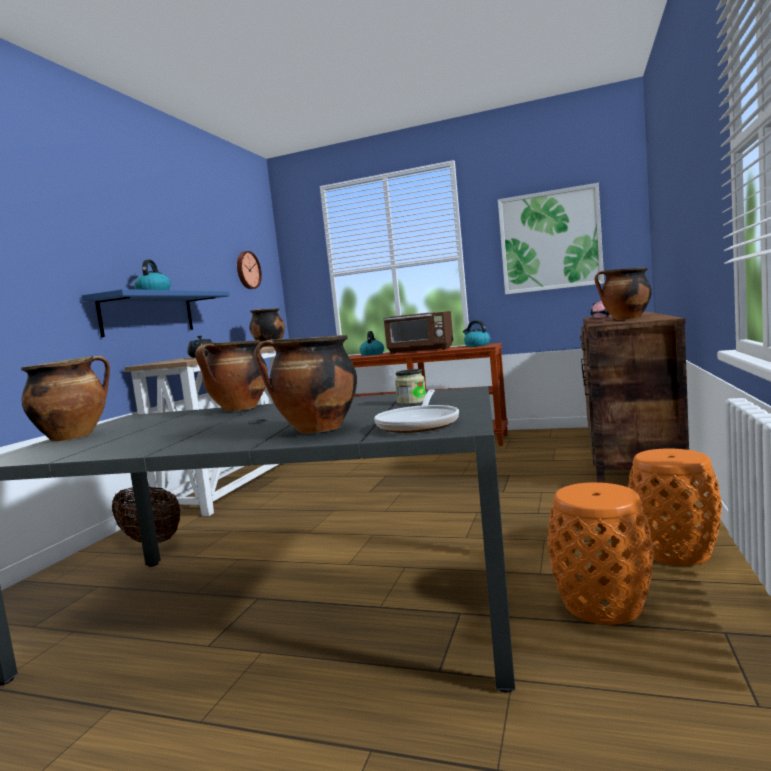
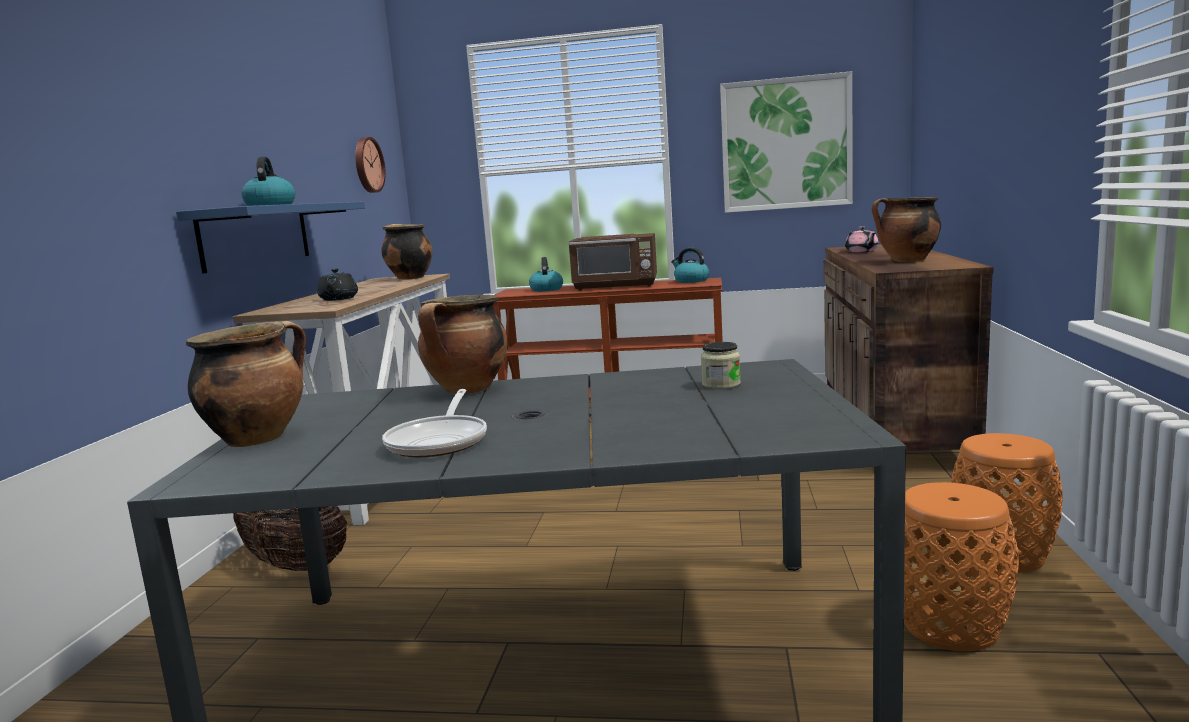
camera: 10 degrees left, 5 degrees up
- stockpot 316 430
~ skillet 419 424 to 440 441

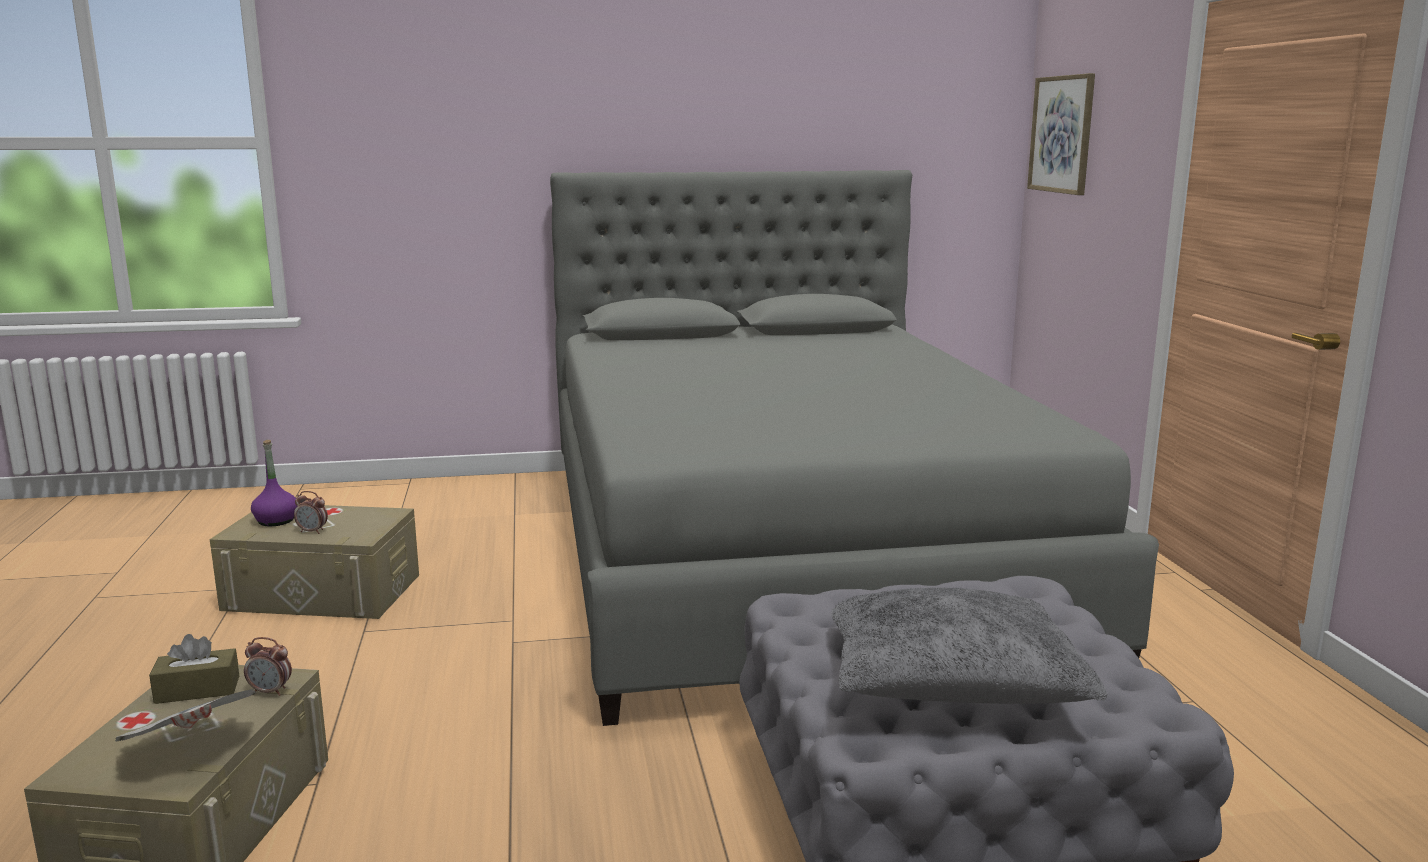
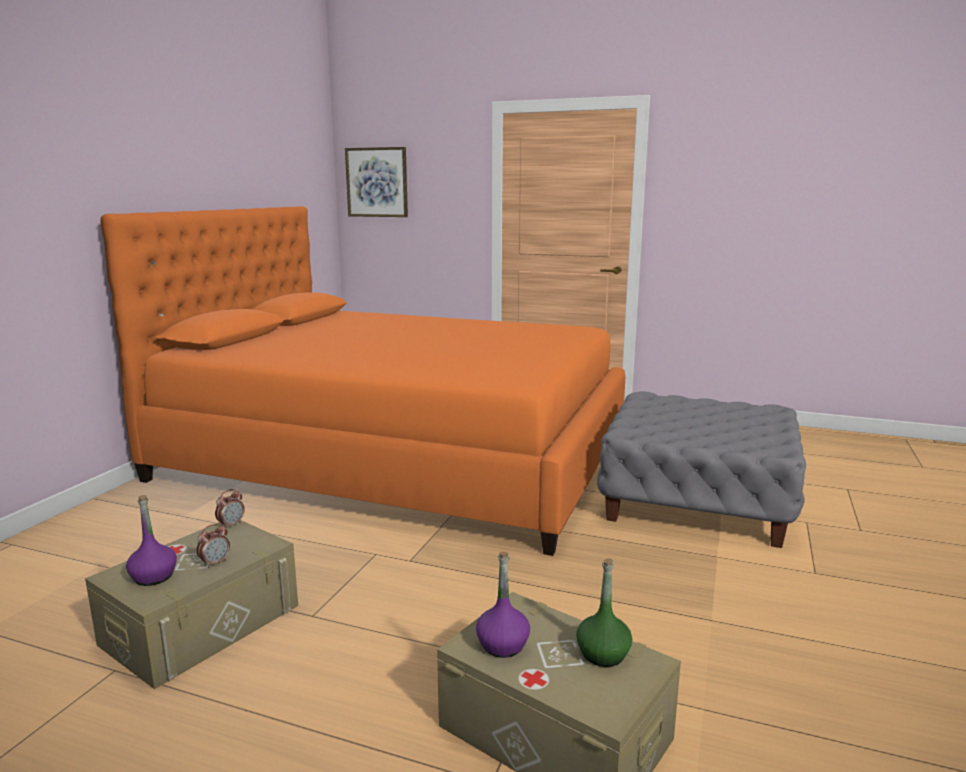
camera: 60 degrees left, 0 degrees up
~ gray_bed 787 552 to orange-coloured_bed 397 457
- gray_pillow 951 685
~ brownish_box_of_tissues 197 690 to purple-coloured_beverage_bottle 502 645
~ alarm_clock 270 691 to 231 525
~ printed_paper 190 748 to green_beverage_bottle 603 654

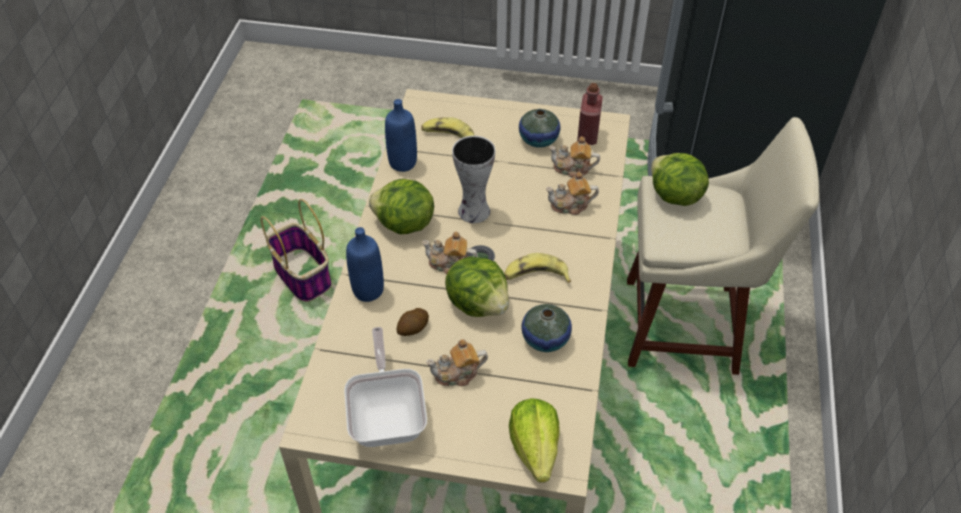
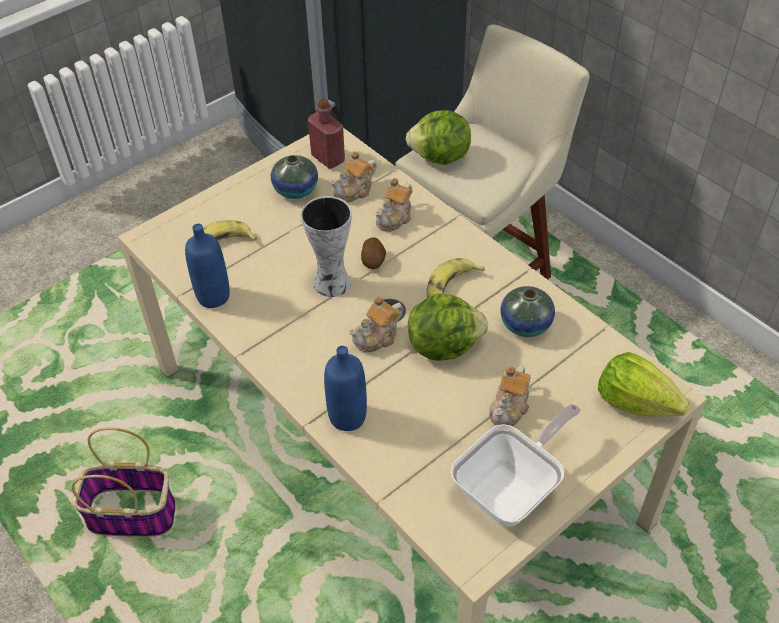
camera: 50 degrees left, 0 degrees up
- lettuce_head 404 225
~ whole_potato 413 329 to 373 261
~ skillet 388 416 = 512 488 105 degrees clockwise

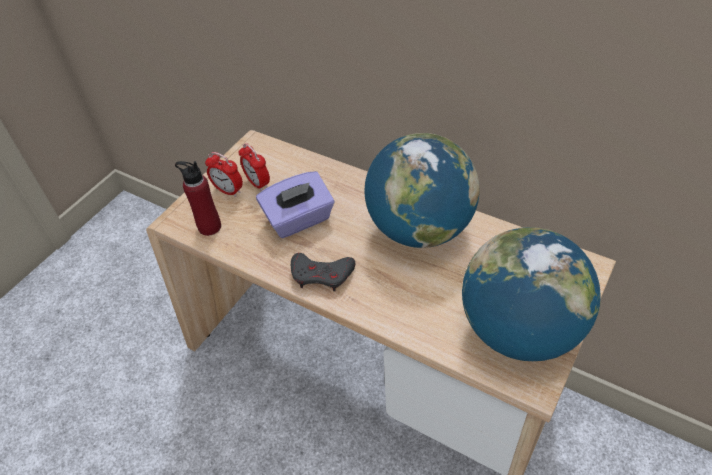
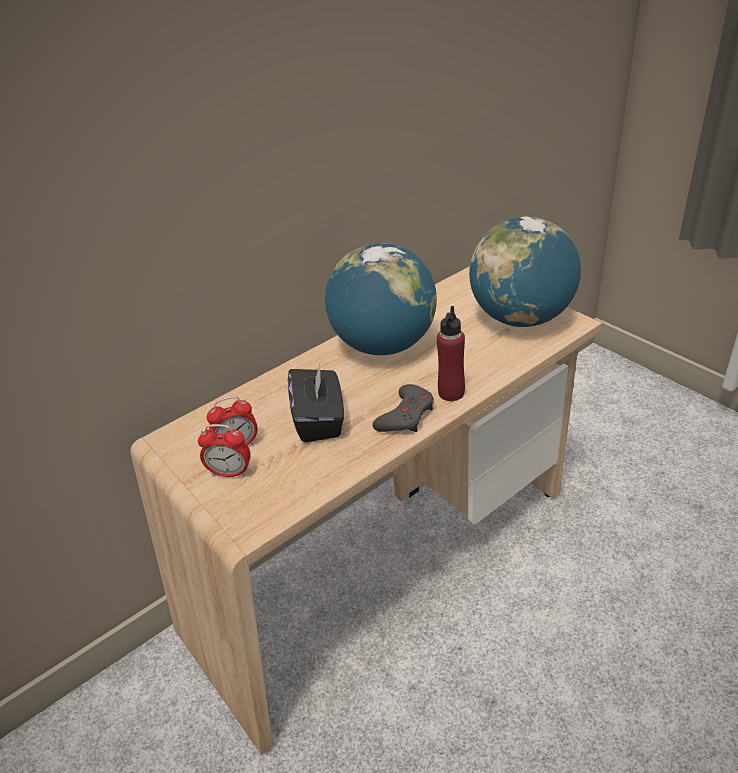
camera: 70 degrees left, 10 degrees down
~ alarm_clock 228 191 = 230 472 45 degrees clockwise
~ red-coloured_beverage_bottle 209 227 to 451 393
~ purple-coloured_box_of_tissues 299 220 to black_box_of_tissues 319 420

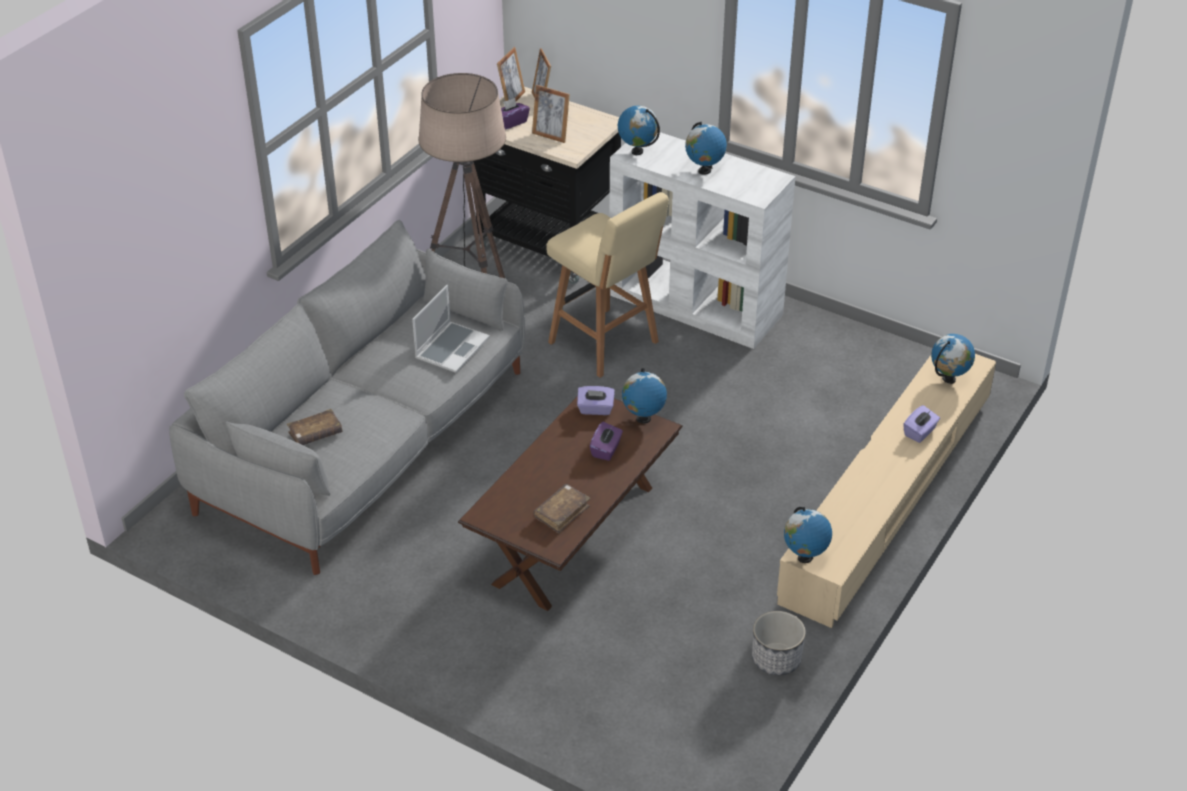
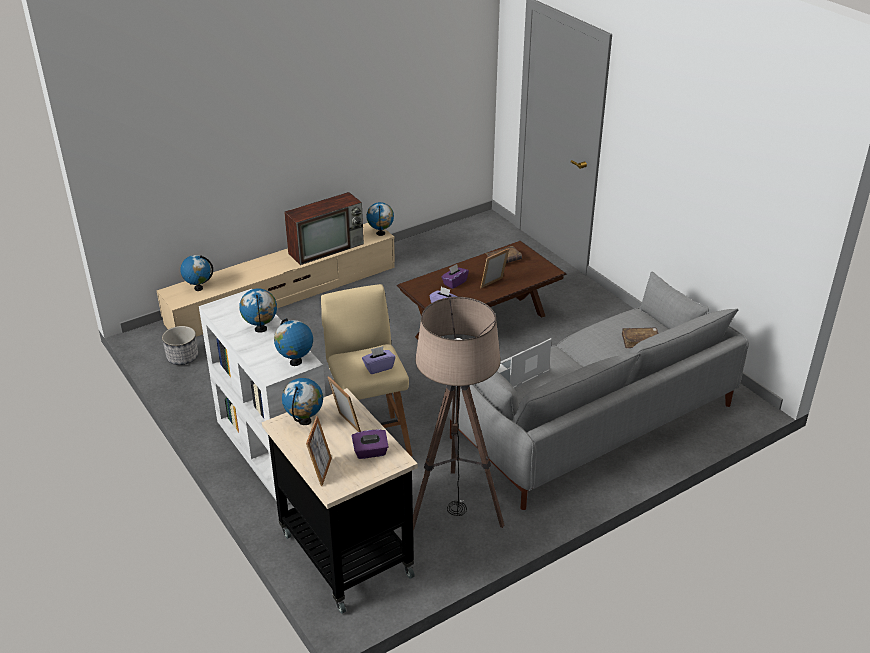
camera: 155 degrees left, 5 degrees down
~ standing_frame 512 99 to 494 284
~ world_globe 643 419 to 305 421
~ purple-coloured_box_of_tissues 920 432 to 378 367
~ plant_pot 776 659 to 183 357
+ television 327 248

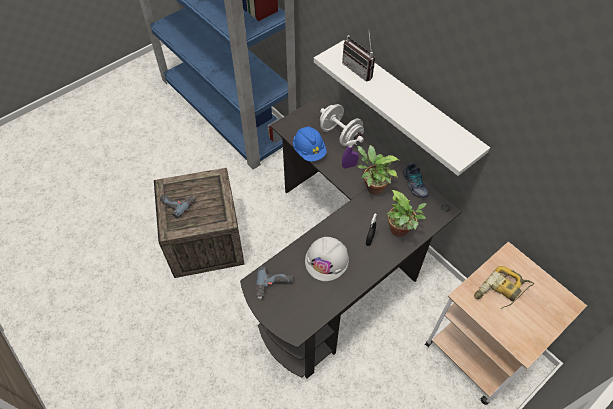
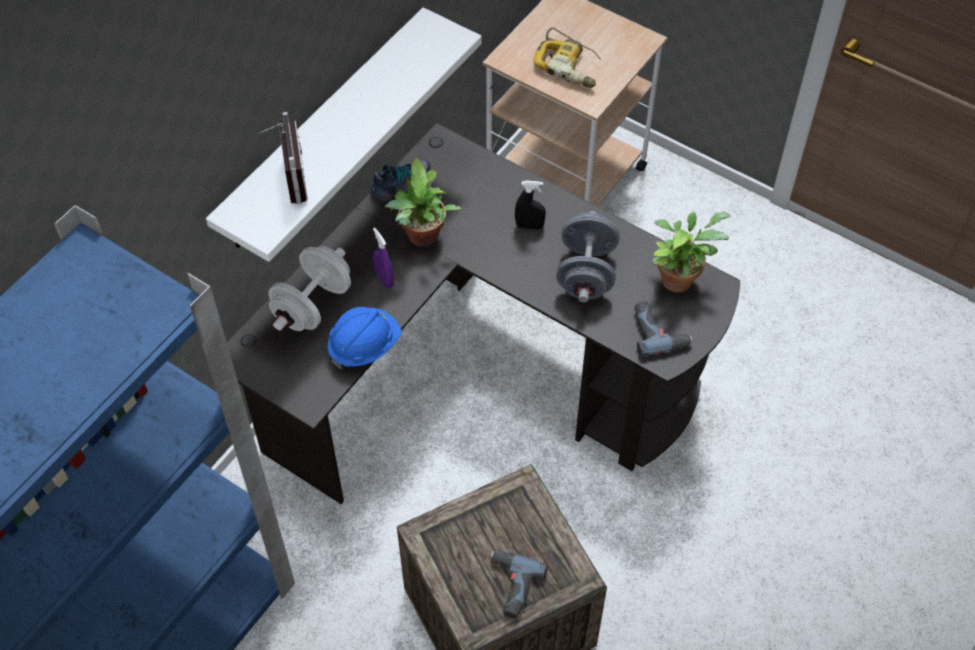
camera: 105 degrees left, 0 degrees up
~ radio_set 360 69 = 287 179 45 degrees counterclockwise
~ potted_plant 401 231 to 679 277
~ white-coloured_safety_helmet 327 260 to gray_dumbbell 586 273

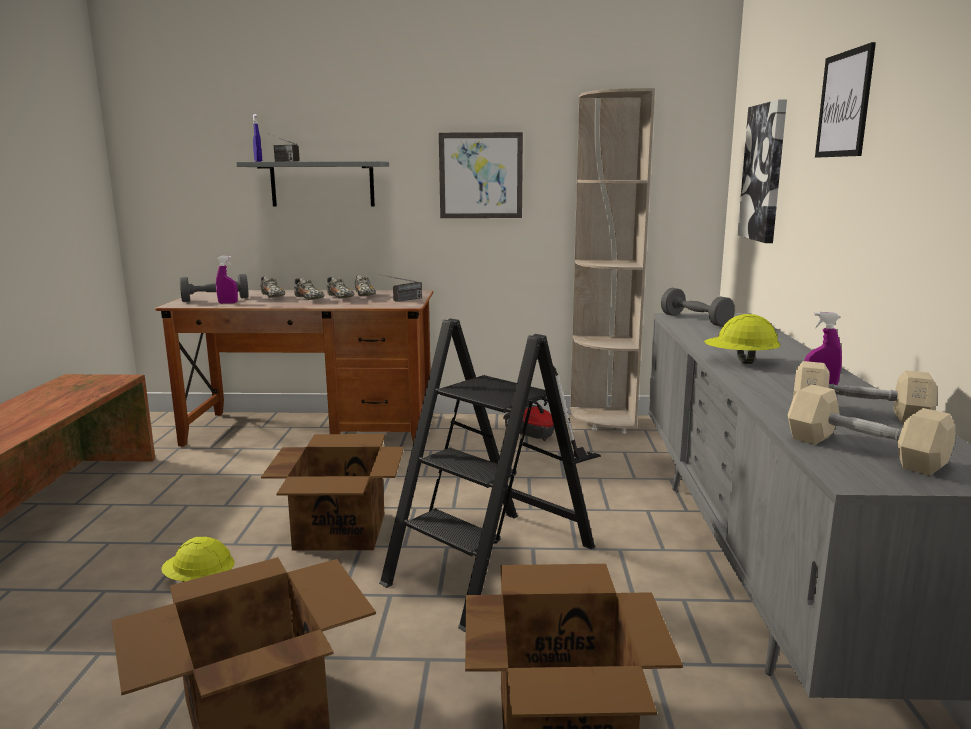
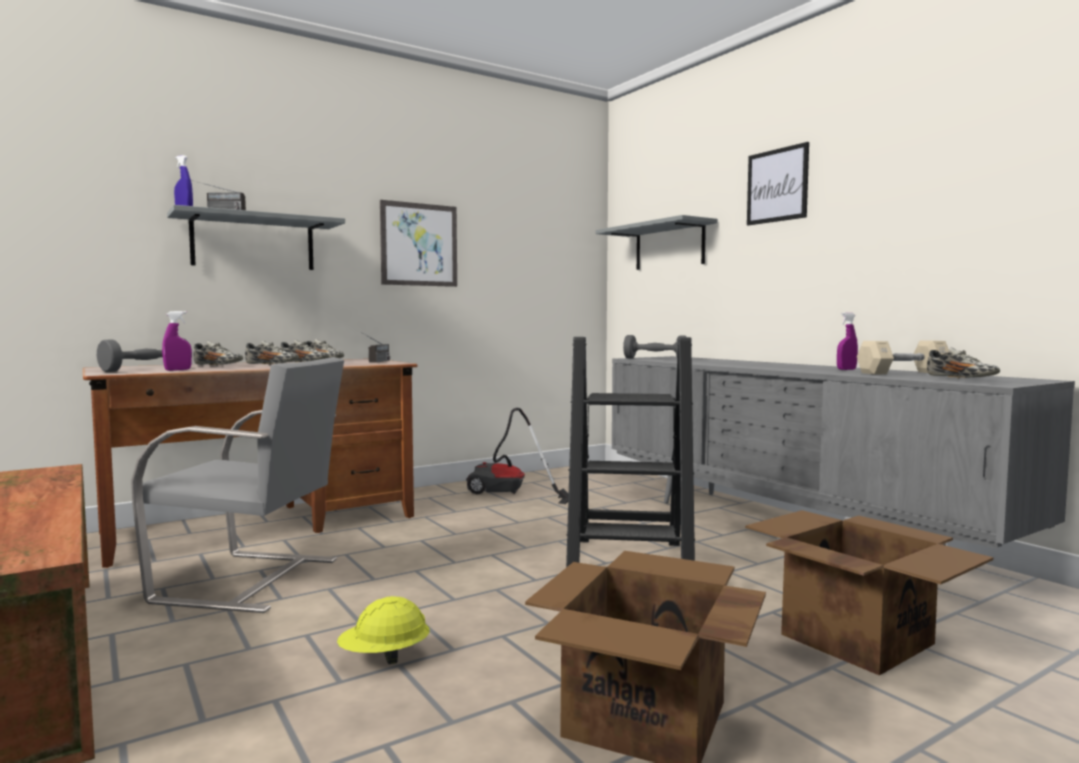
camera: 35 degrees left, 10 degrees down
- beige_bookcase 603 425
~ wall_picture 764 172 to gray_shelf 669 246
- yellow_safety_helmet 740 362
~ beige_dumbbell 863 452 to low_shoe 961 379
- cardboard_box 341 530
+ gray_upright_chair 251 580

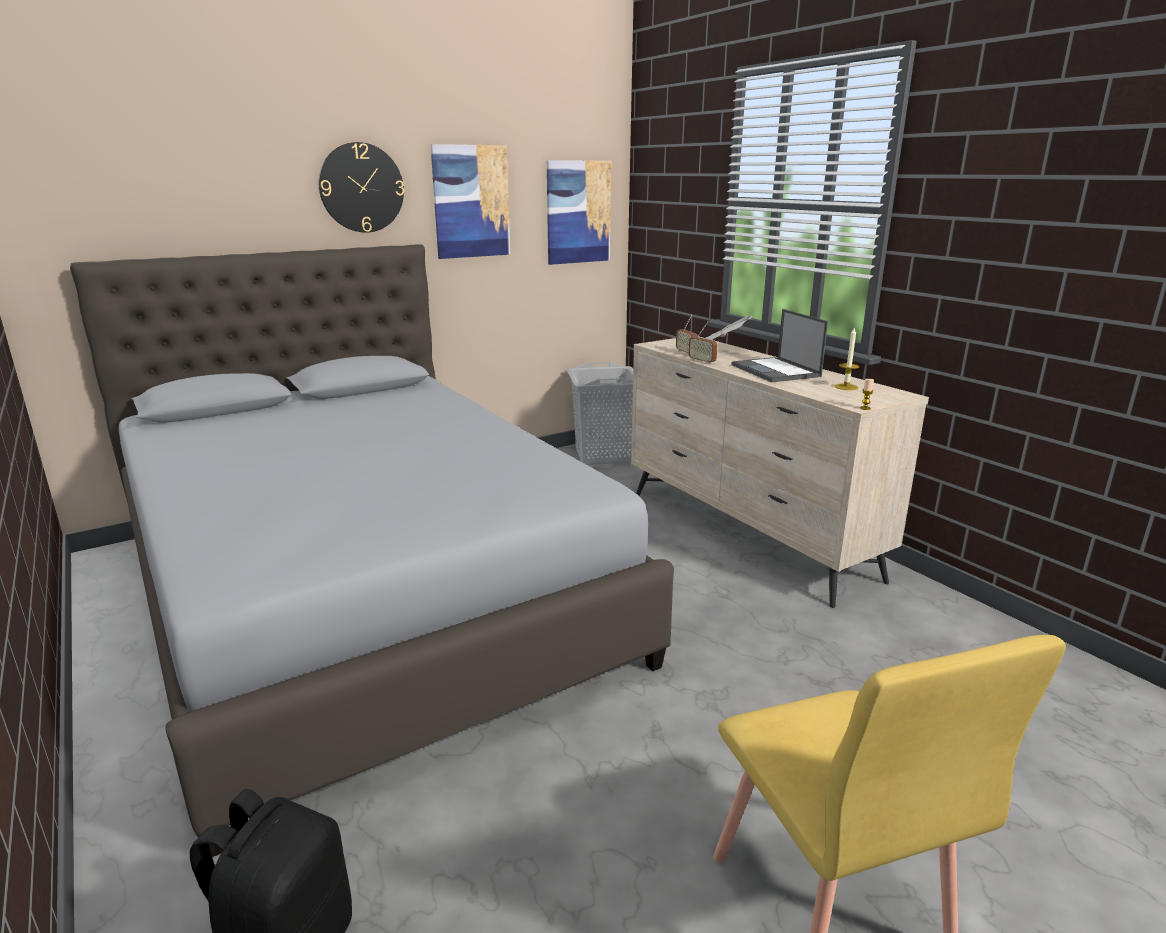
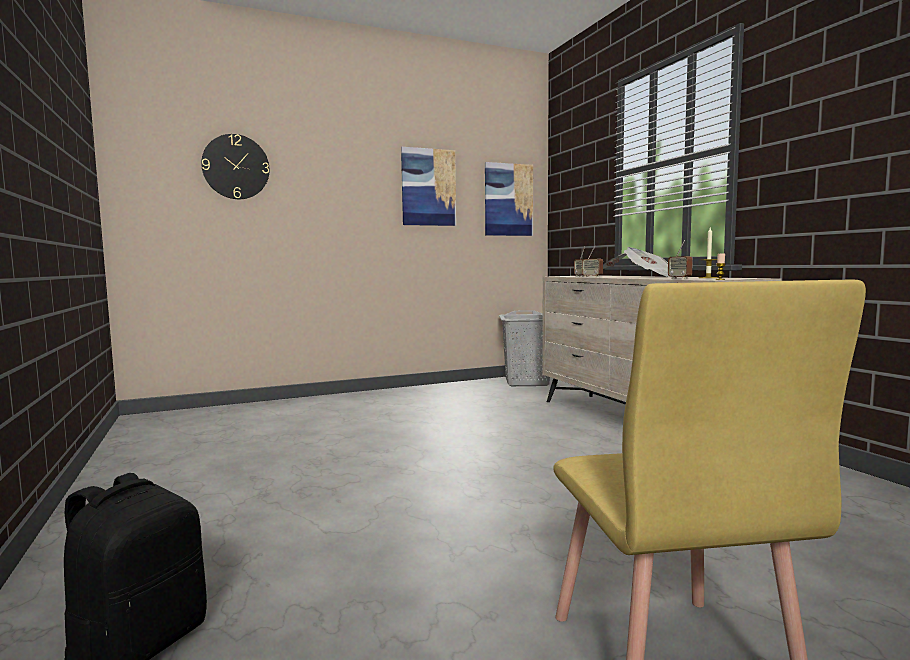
camera: 10 degrees right, 15 degrees down
~ hanging_clock 361 188 to 236 167
- gray_bed 365 593
~ notebook_computer 776 371 to printed_paper 651 277
+ radio_set 679 278

